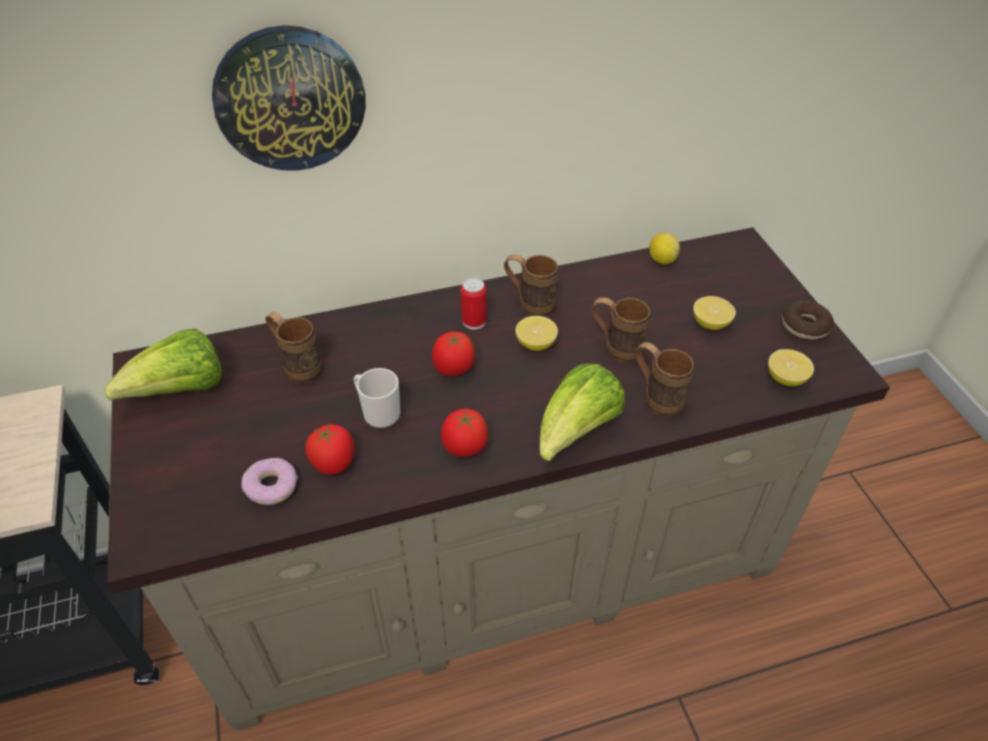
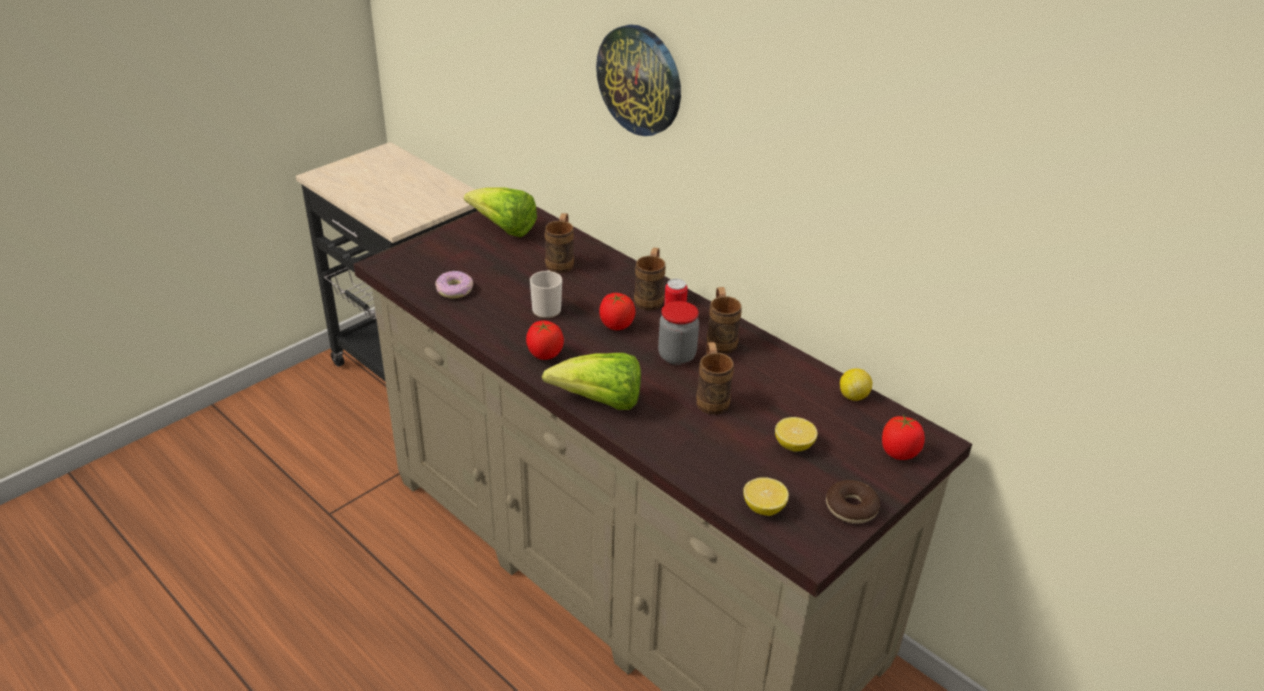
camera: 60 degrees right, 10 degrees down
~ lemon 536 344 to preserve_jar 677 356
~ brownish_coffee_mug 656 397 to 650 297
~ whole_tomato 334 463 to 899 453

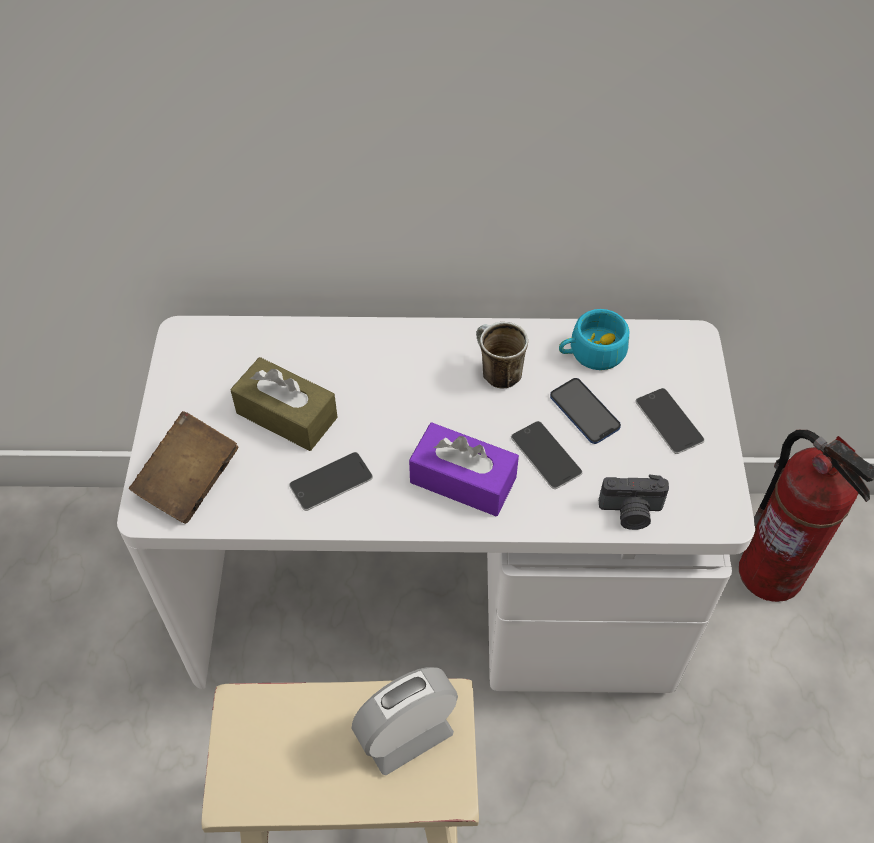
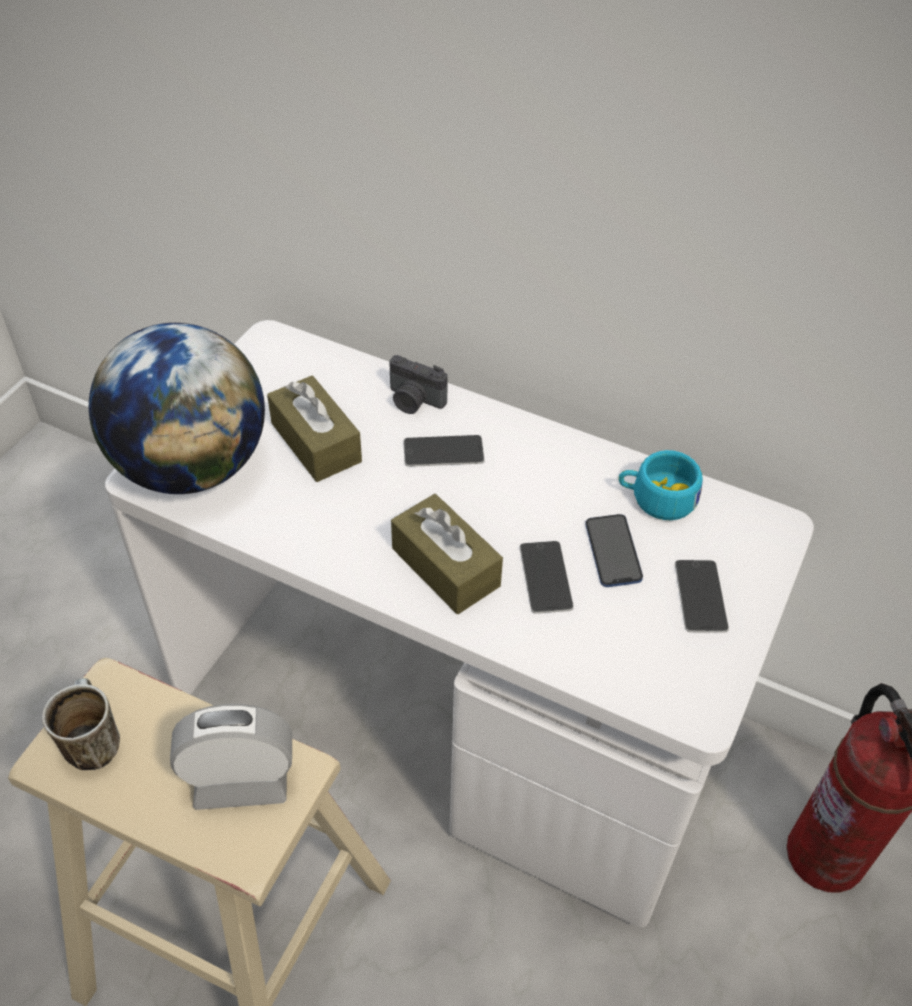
camera: 25 degrees right, 5 degrees down
~ coffee_mug 495 372 to 91 742
~ brownish_bound_book 189 481 to world_globe 191 466
~ purple-coloured_box_of_tissues 463 480 to brownish_box_of_tissues 445 567
~ telephone 331 481 to 443 451
~ photo_camera 631 512 to 414 401

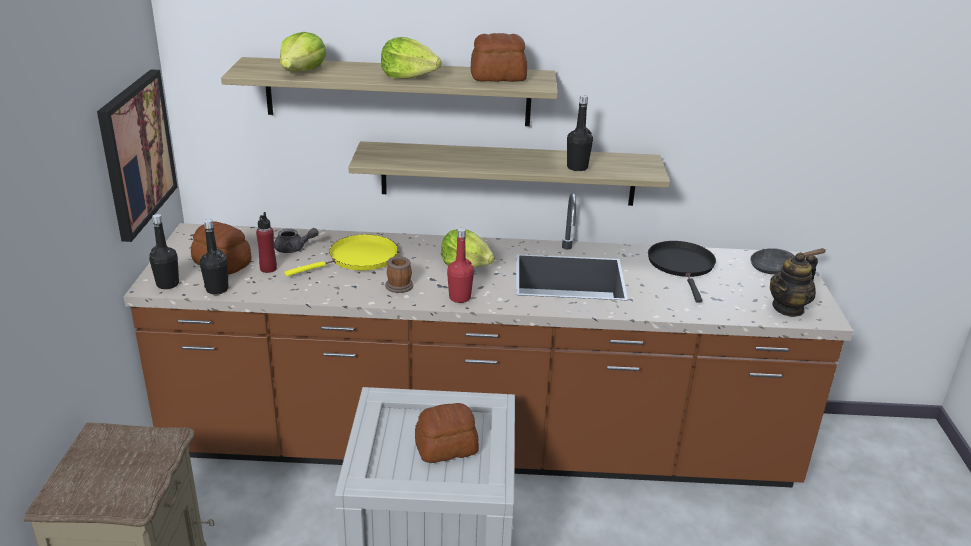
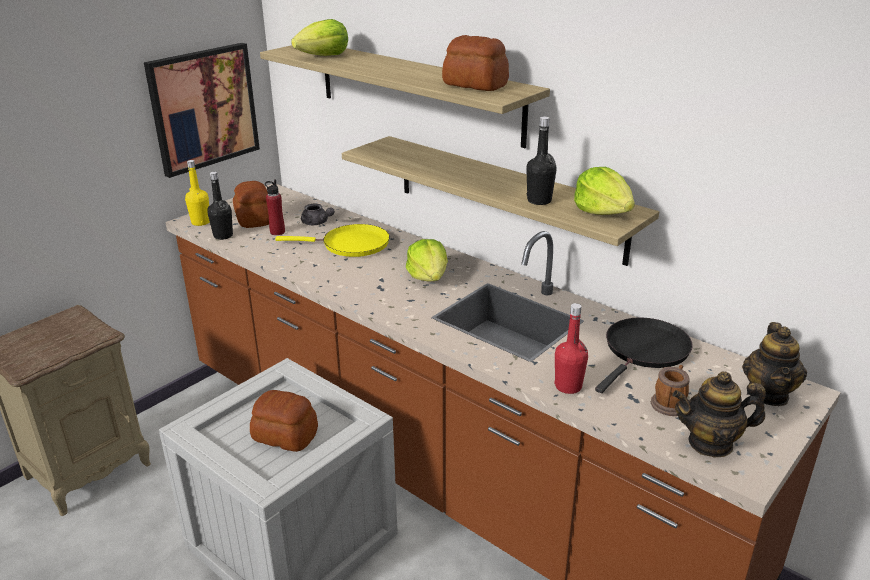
camera: 40 degrees right, 0 degrees up
~ lettuce_head 409 76 to 603 211
~ black_beverage_bottle 167 284 to yellow_beverage_bottle 200 222
~ red-coloured_beverage_bottle 459 298 to 568 386
~ black_skillet 776 267 to teapot 768 394
~ coffee_mug 399 284 to 670 402

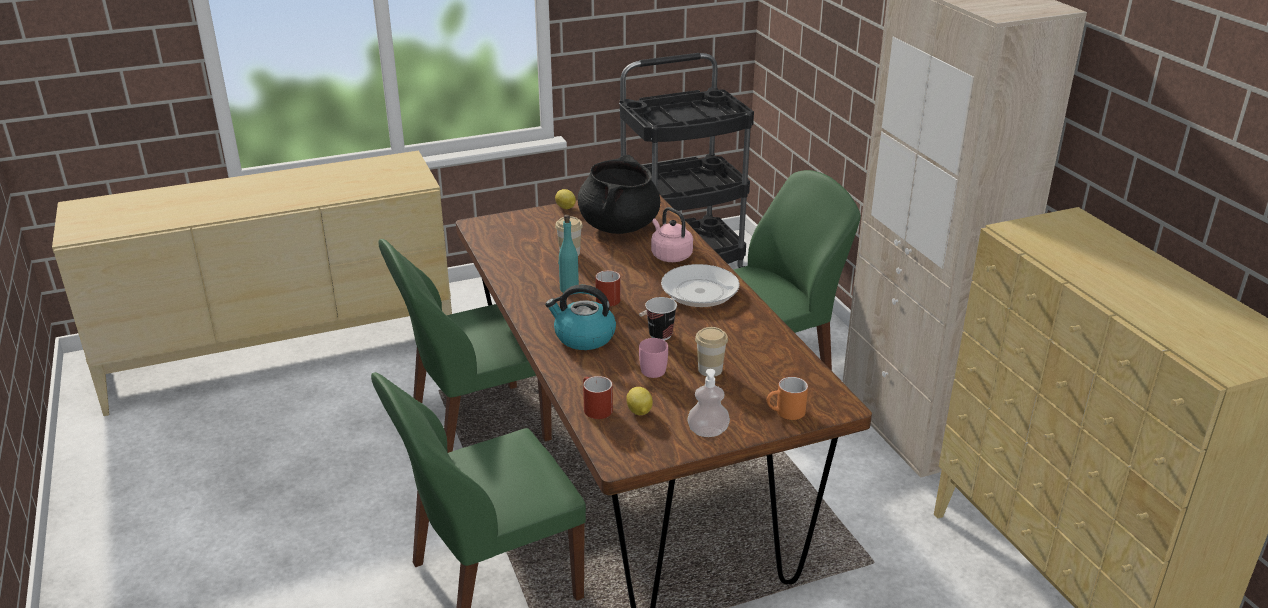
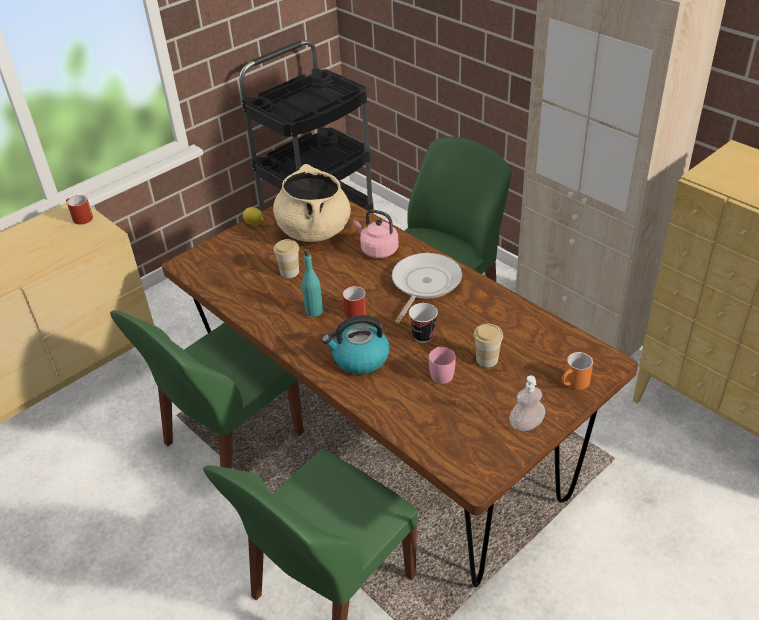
camera: 20 degrees left, 10 degrees up
~ black_stockpot 619 226 to beige_stockpot 314 231
~ red-coloured_coffee_mug 594 408 to 79 218
- lemon 639 412

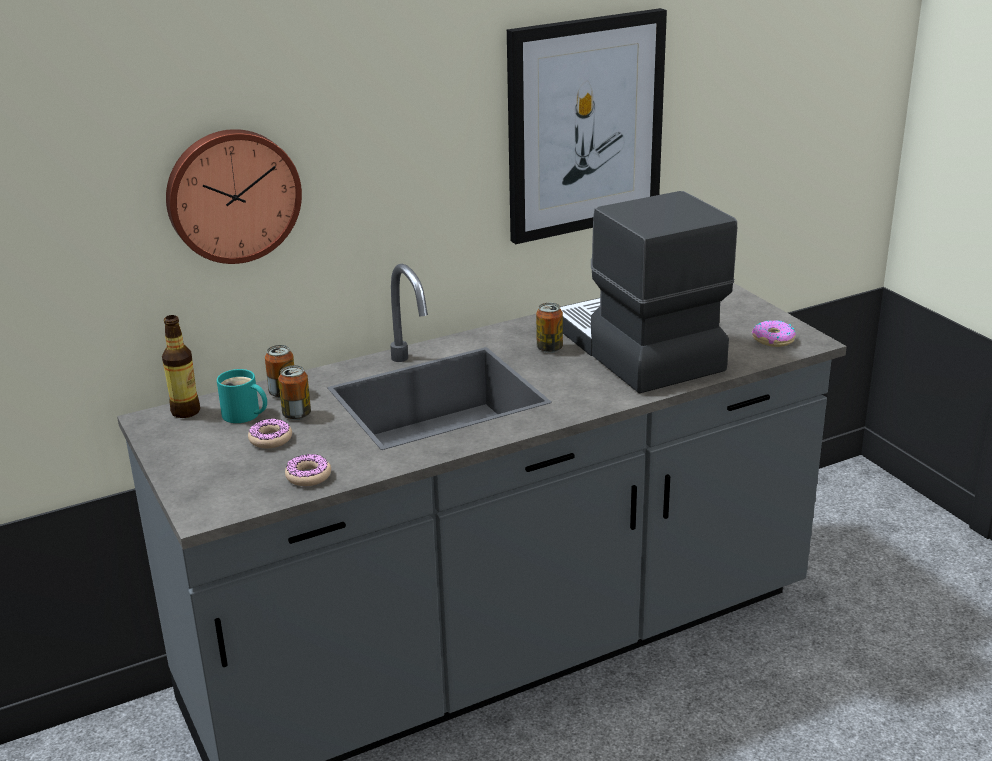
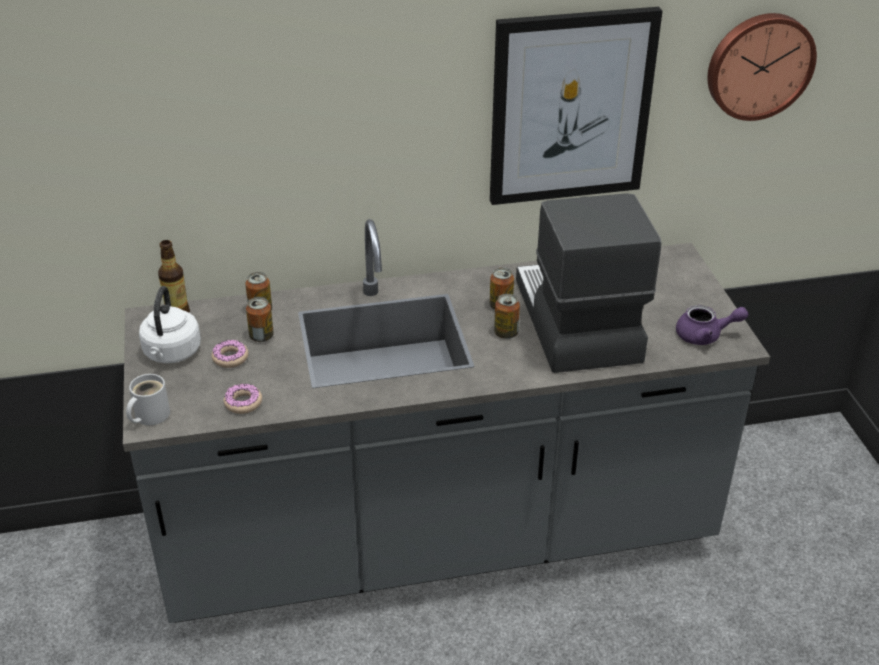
camera: 15 degrees right, 10 degrees up
~ hanging_clock 232 195 to 759 65
~ donut 773 340 to purple-coloured_teapot 705 336
- turquoise-coloured_coffee_mug 243 415
+ white-coloured_kettle 171 354
+ metal_can 506 333
+ white-coloured_coffee_mug 149 415

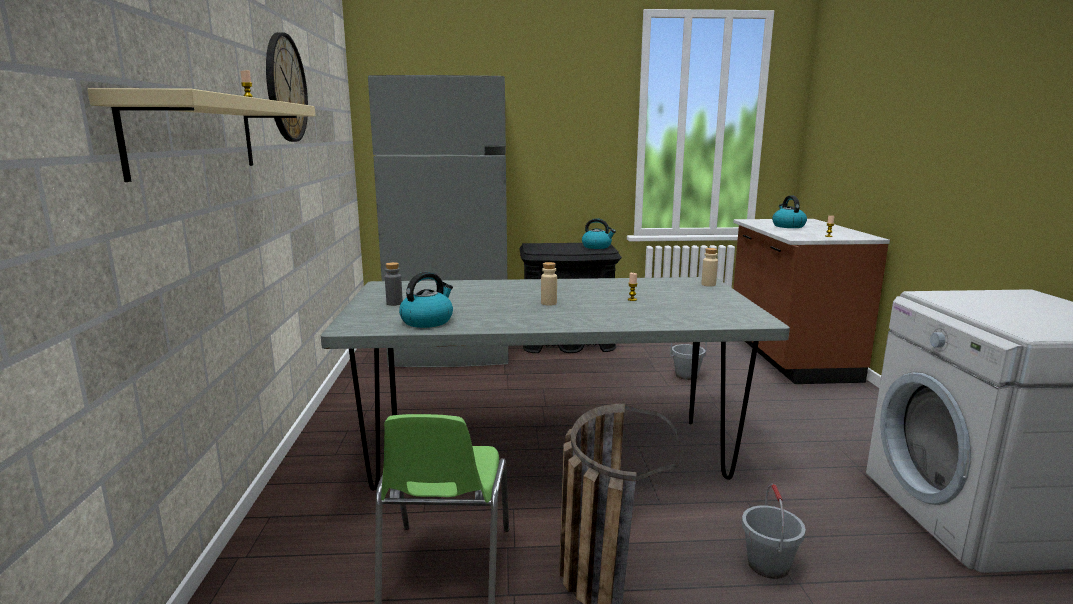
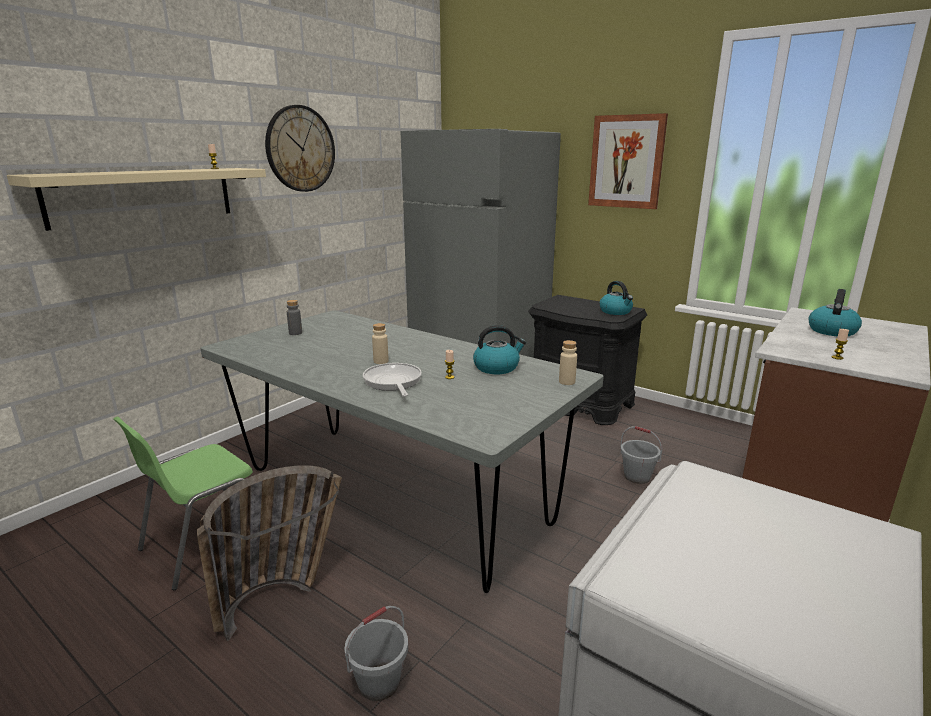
camera: 40 degrees right, 5 degrees up
~ kettle 427 321 to 497 367
+ wall_picture 626 162
+ skillet 393 382

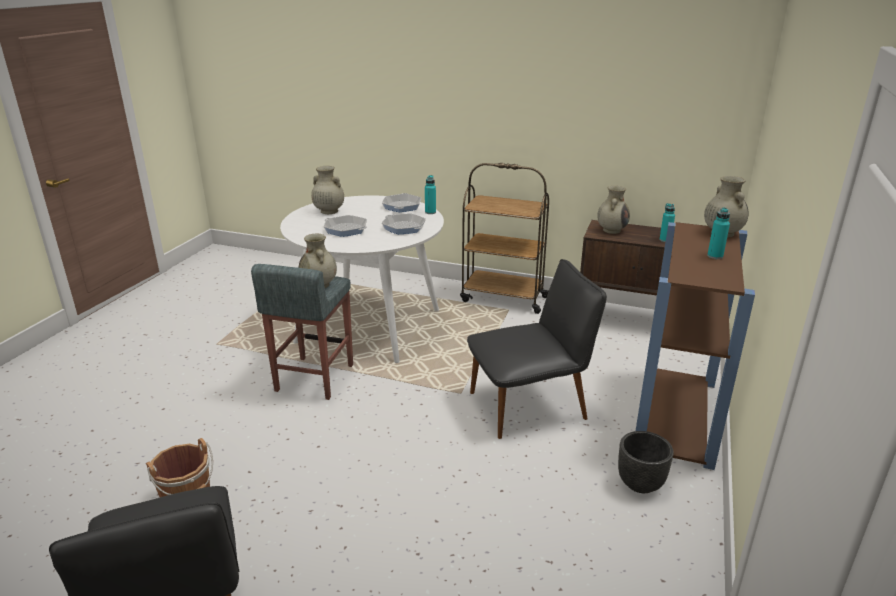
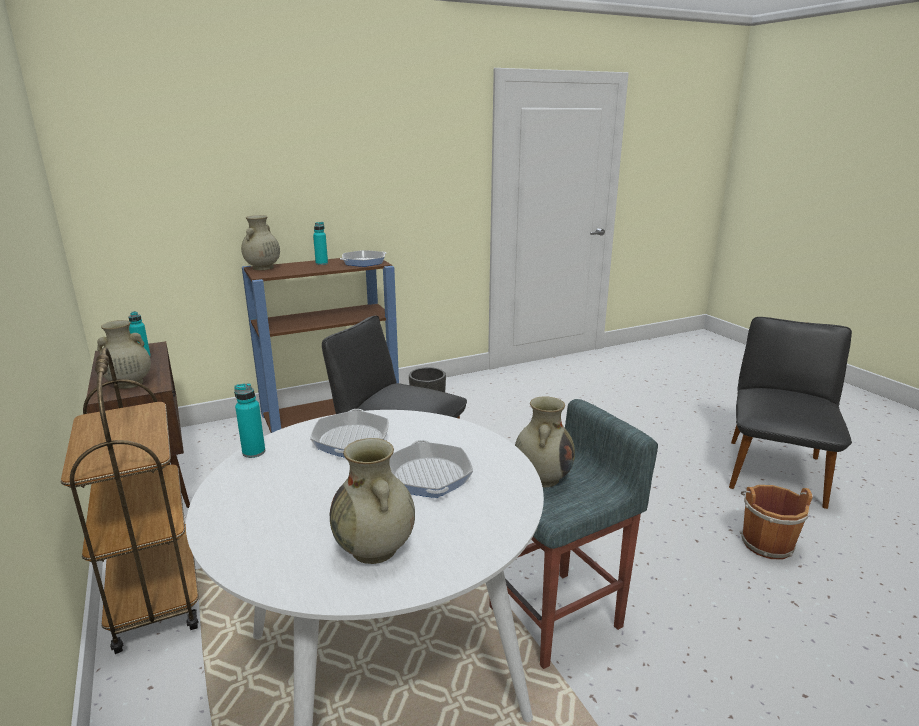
camera: 135 degrees left, 5 degrees down
~ skillet 402 206 to 363 262

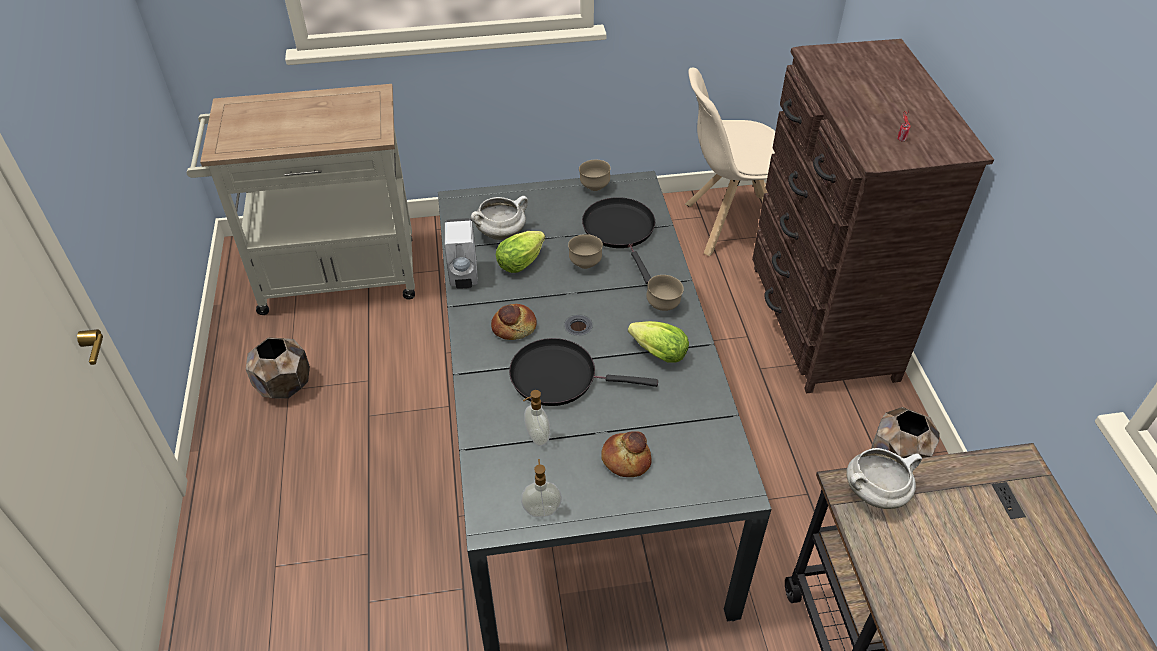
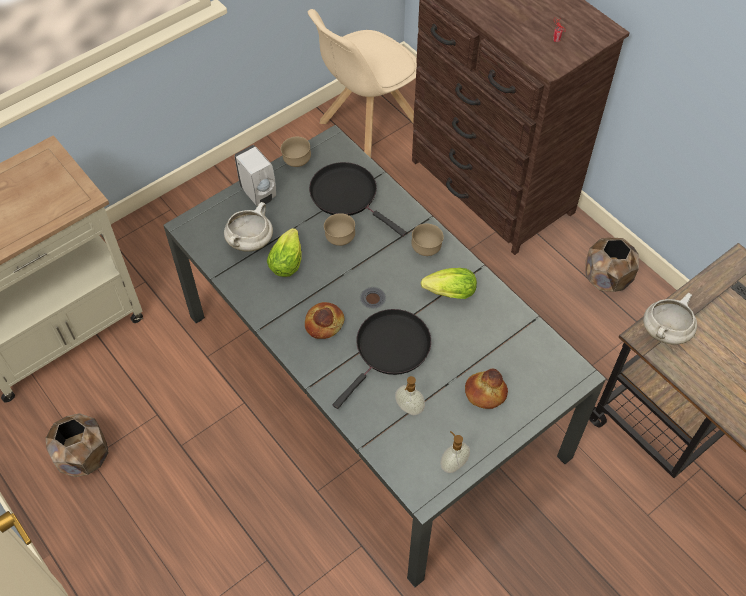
camera: 30 degrees left, 10 degrees up
~ white-coloured_soap_dispenser 464 277 to 259 194
~ black_skillet 559 376 = 390 349 150 degrees clockwise

